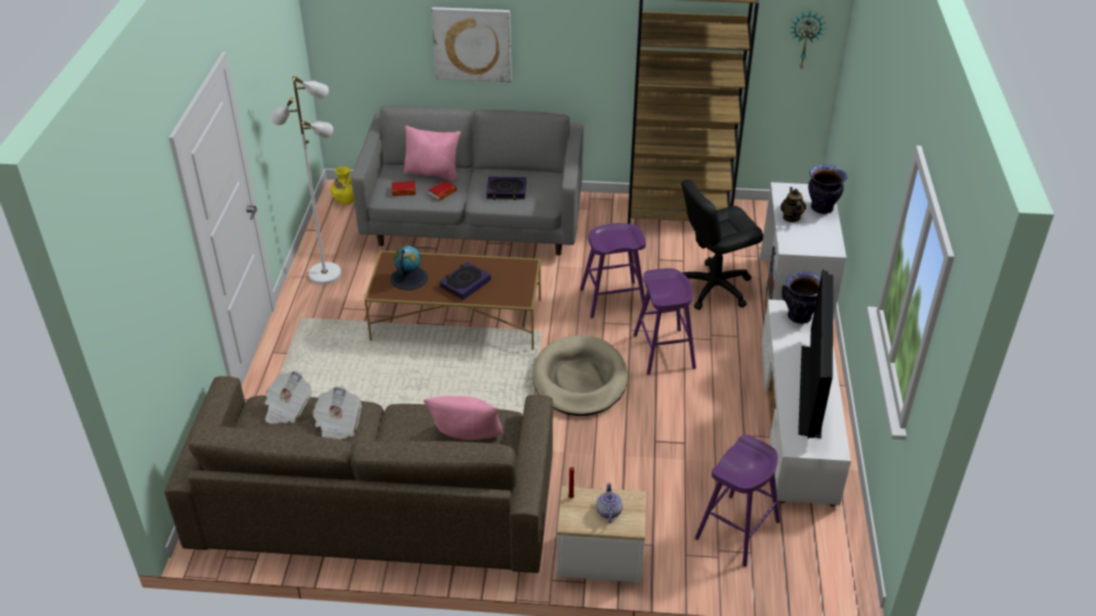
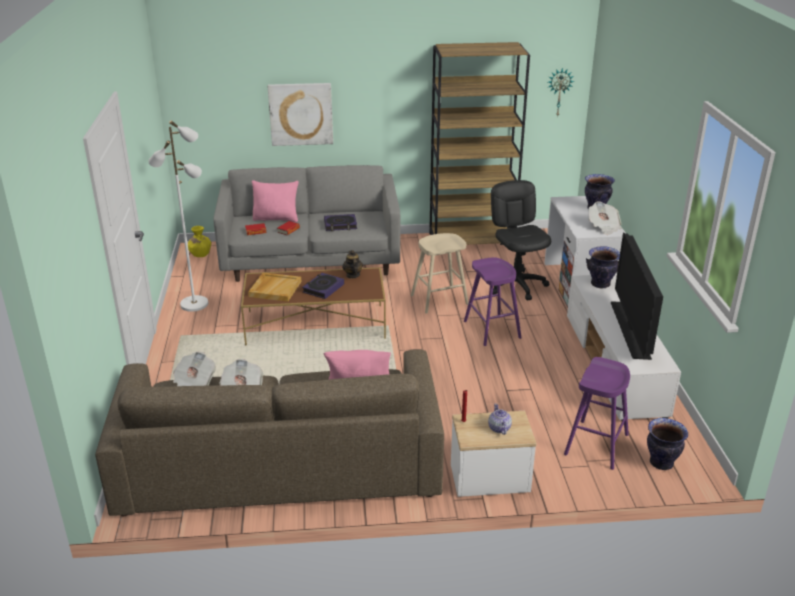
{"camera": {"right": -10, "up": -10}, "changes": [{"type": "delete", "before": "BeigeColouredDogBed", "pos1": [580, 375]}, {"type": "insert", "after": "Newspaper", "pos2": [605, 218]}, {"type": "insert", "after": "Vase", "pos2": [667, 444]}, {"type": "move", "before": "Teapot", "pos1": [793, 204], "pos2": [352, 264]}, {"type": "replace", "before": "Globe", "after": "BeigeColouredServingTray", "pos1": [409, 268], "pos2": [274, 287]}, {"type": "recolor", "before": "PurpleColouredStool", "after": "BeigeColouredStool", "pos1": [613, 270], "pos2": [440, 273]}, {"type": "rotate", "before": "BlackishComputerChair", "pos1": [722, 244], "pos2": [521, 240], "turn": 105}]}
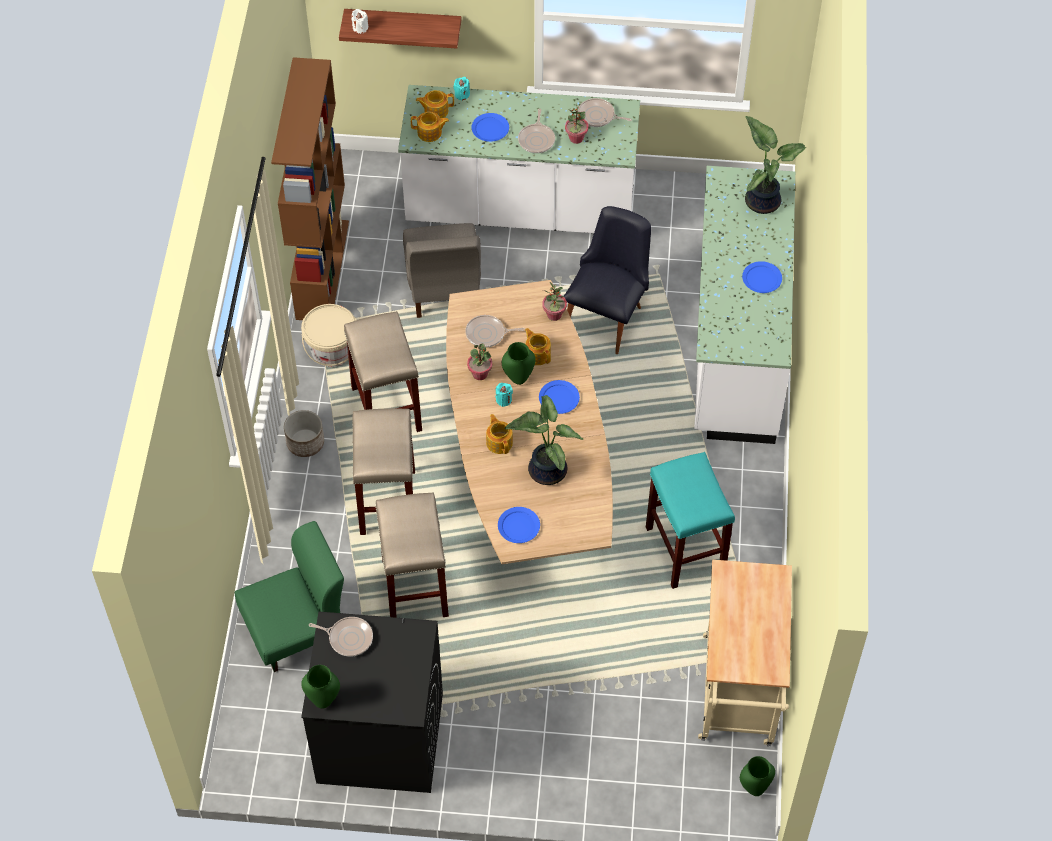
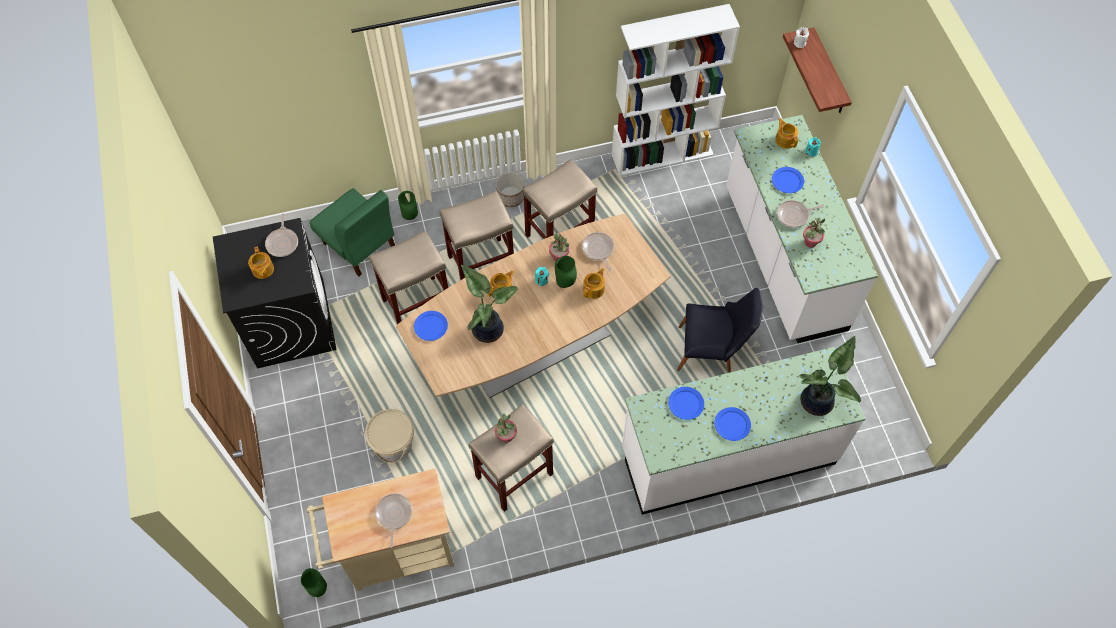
{"camera": {"right": 70, "up": 5}, "changes": [{"type": "delete", "before": "GreyishUprightChair", "pos1": [442, 270]}, {"type": "move", "before": "BeigeColouredWaterBucket", "pos1": [328, 335], "pos2": [389, 436]}, {"type": "move", "before": "GreenColouredVase", "pos1": [320, 687], "pos2": [408, 205]}, {"type": "move", "before": "Teapot", "pos1": [430, 127], "pos2": [261, 262]}, {"type": "move", "before": "BluishPlate", "pos1": [559, 397], "pos2": [686, 403]}, {"type": "move", "before": "PlantInAPot", "pos1": [554, 301], "pos2": [506, 428]}, {"type": "move", "before": "Skillet", "pos1": [605, 112], "pos2": [393, 521]}, {"type": "recolor", "before": "BrownishBookcase", "after": "WhiteBookcase", "pos1": [310, 188], "pos2": [676, 90]}, {"type": "recolor", "before": "TurquoiseStool", "after": "BeigeColouredStool", "pos1": [690, 520], "pos2": [511, 458]}]}
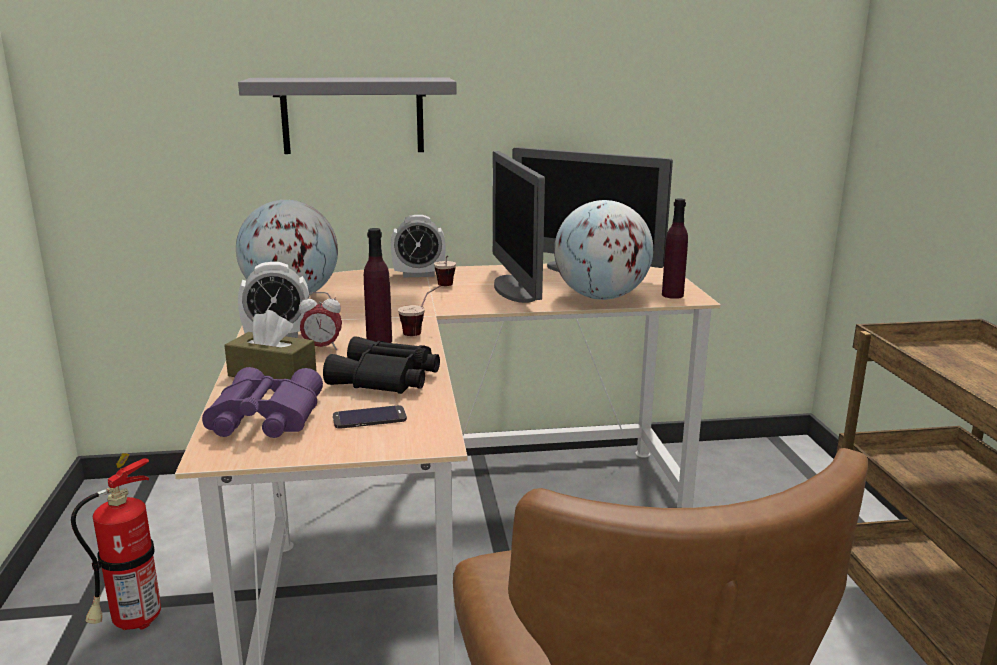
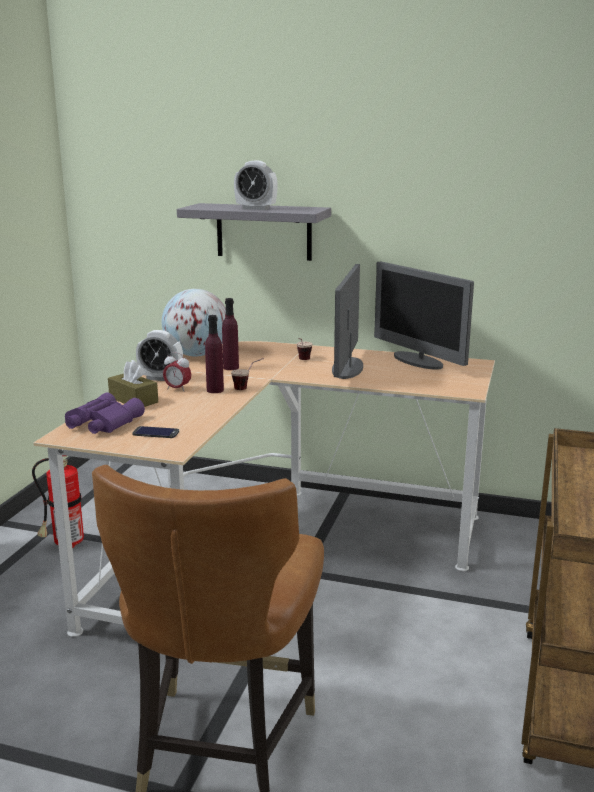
{"camera": {"right": 25, "up": 0}, "changes": [{"type": "delete", "before": "BlackishFieldGlasses", "pos1": [381, 365]}, {"type": "delete", "before": "Globe", "pos1": [603, 250]}, {"type": "move", "before": "BedsideClock", "pos1": [418, 246], "pos2": [256, 185]}, {"type": "move", "before": "PurpleColouredDrinkBottle", "pos1": [675, 249], "pos2": [230, 334]}]}
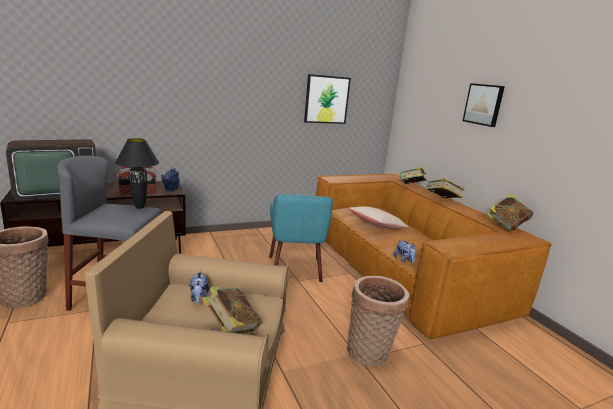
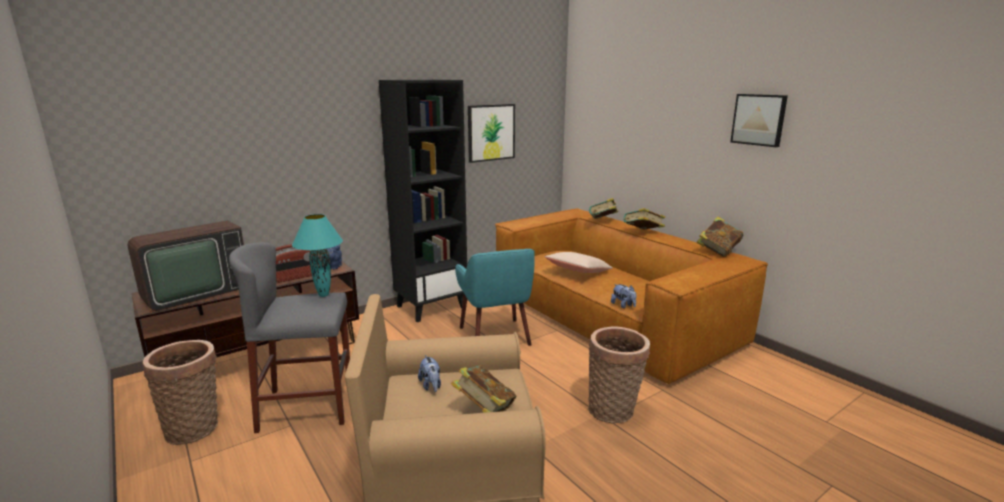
{"camera": {"right": -10, "up": 0}, "changes": [{"type": "insert", "after": "BlackishBookcase", "pos2": [423, 201]}, {"type": "move", "before": "WallPicture", "pos1": [484, 105], "pos2": [759, 120]}, {"type": "recolor", "before": "BlackishLampForATable", "after": "TurquoiseLampForATable", "pos1": [137, 173], "pos2": [317, 255]}]}
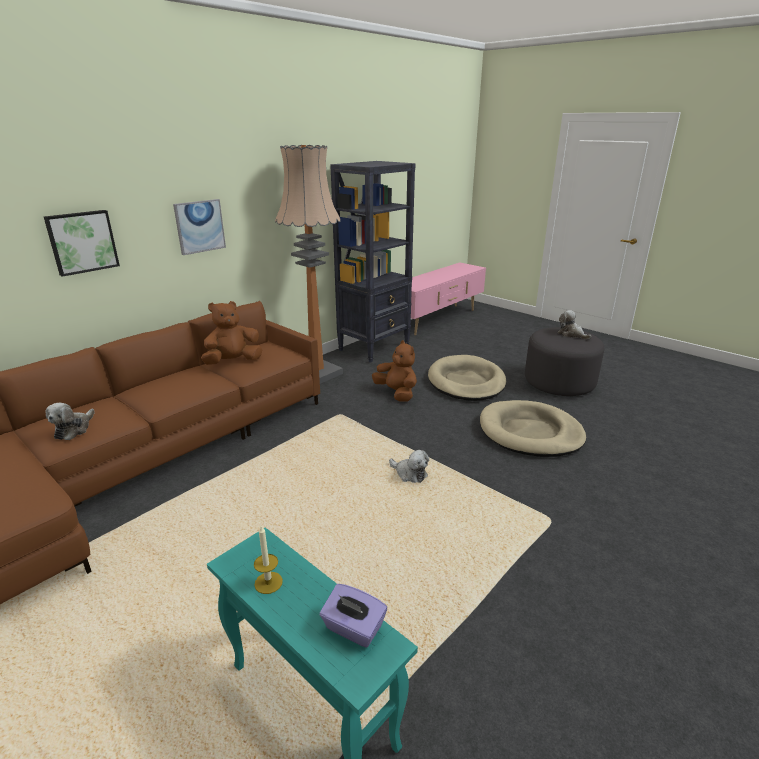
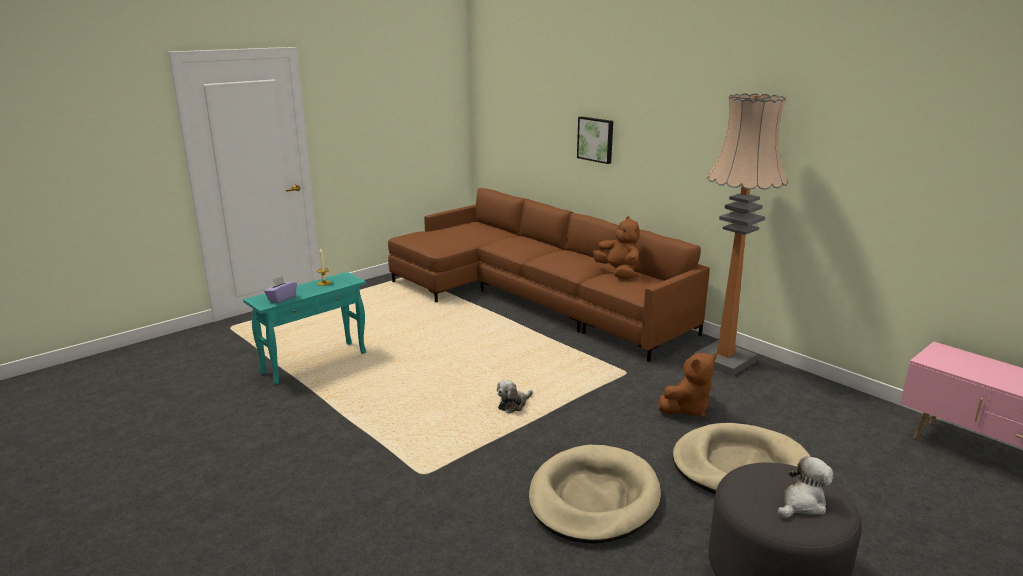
{"camera": {"right": 95, "up": -5}, "changes": [{"type": "delete", "before": "SoftToy", "pos1": [70, 421]}, {"type": "delete", "before": "WallPicture", "pos1": [199, 227]}, {"type": "delete", "before": "BlackishBookcase", "pos1": [373, 262]}]}
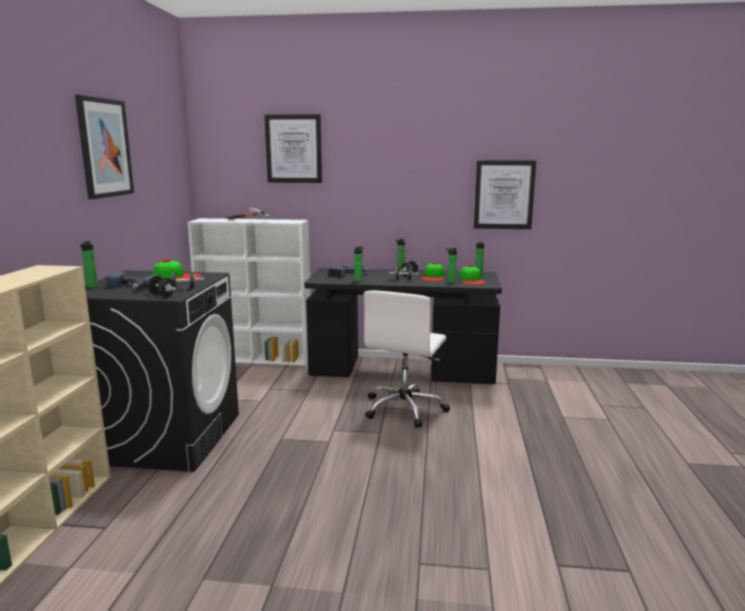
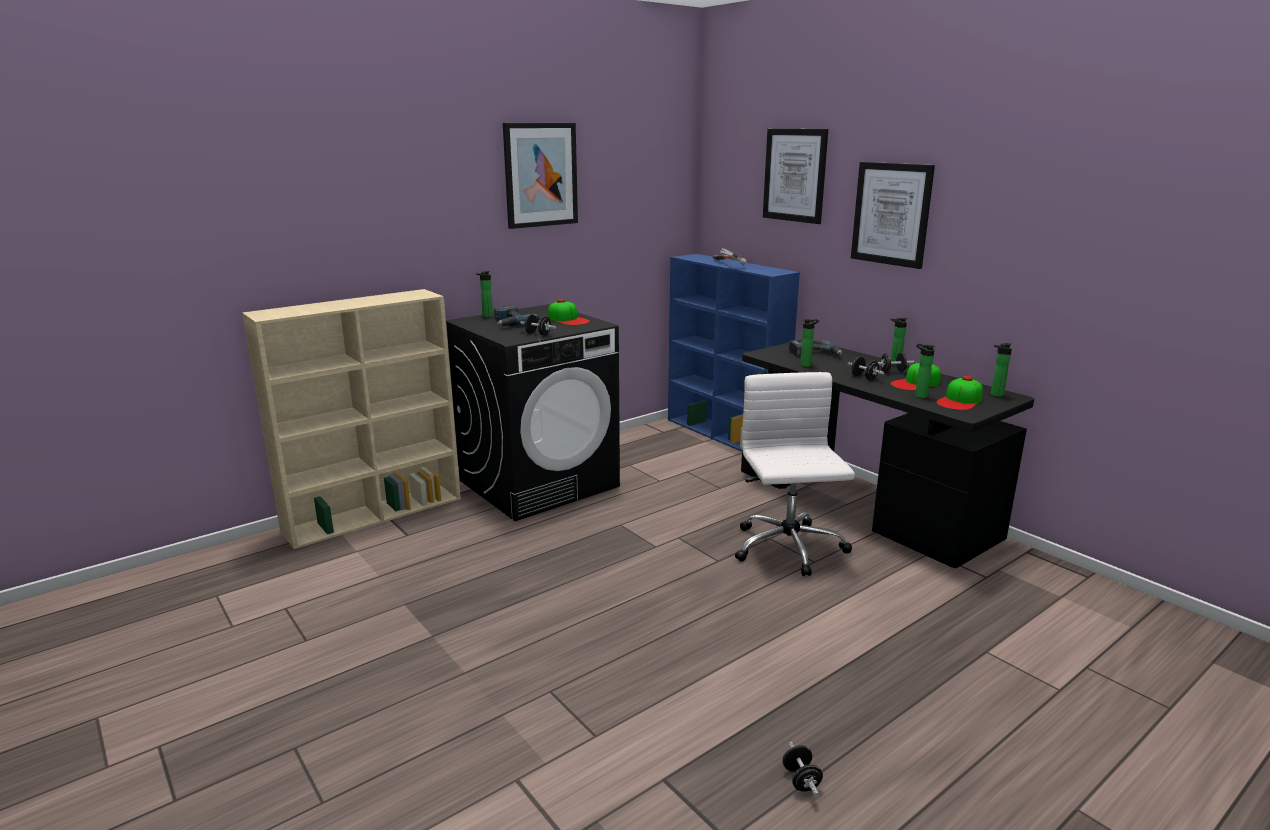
{"camera": {"right": 45, "up": 5}, "changes": [{"type": "move", "before": "BlackishFreeWeight", "pos1": [161, 286], "pos2": [803, 769]}, {"type": "move", "before": "WallPicture", "pos1": [505, 194], "pos2": [893, 215]}, {"type": "recolor", "before": "WhiteBookcase", "after": "BluishBookcase", "pos1": [249, 292], "pos2": [734, 353]}, {"type": "rotate", "before": "WhiteComputerChair", "pos1": [407, 359], "pos2": [795, 474], "turn": 105}]}
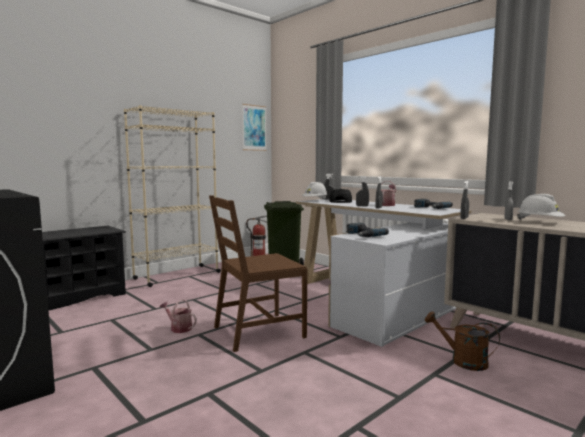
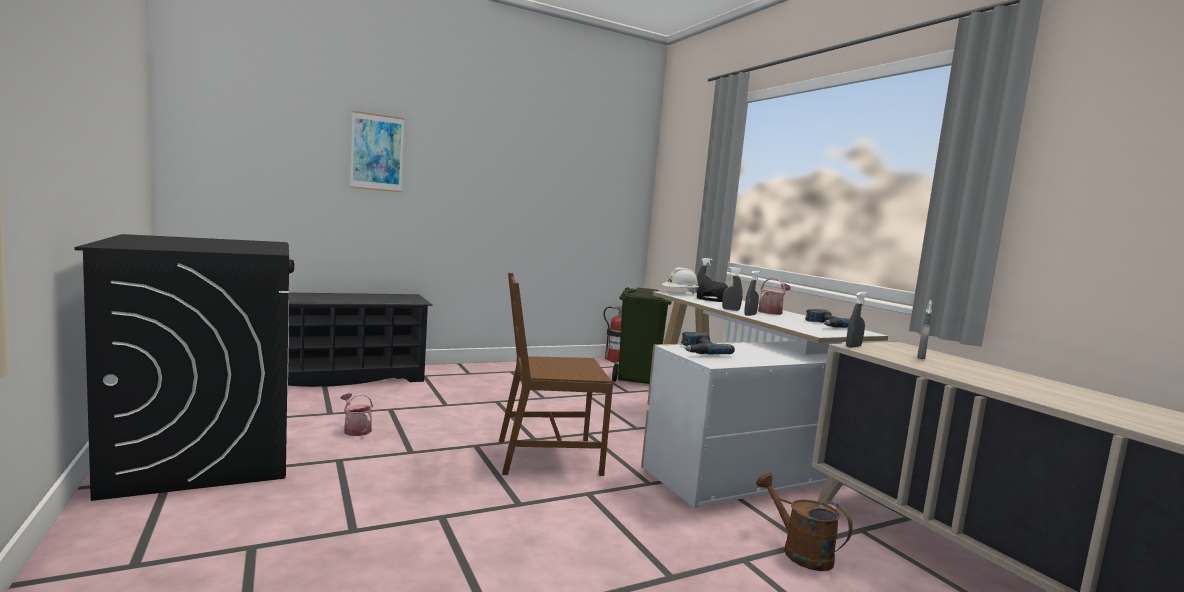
{"camera": {"right": 15, "up": 0}, "changes": [{"type": "delete", "before": "BeigeColouredBookcase", "pos1": [172, 196]}, {"type": "delete", "before": "WhiteSafetyHelmet", "pos1": [541, 207]}, {"type": "move", "before": "WateringCan", "pos1": [178, 316], "pos2": [357, 414]}, {"type": "move", "before": "WallPicture", "pos1": [254, 127], "pos2": [377, 151]}]}
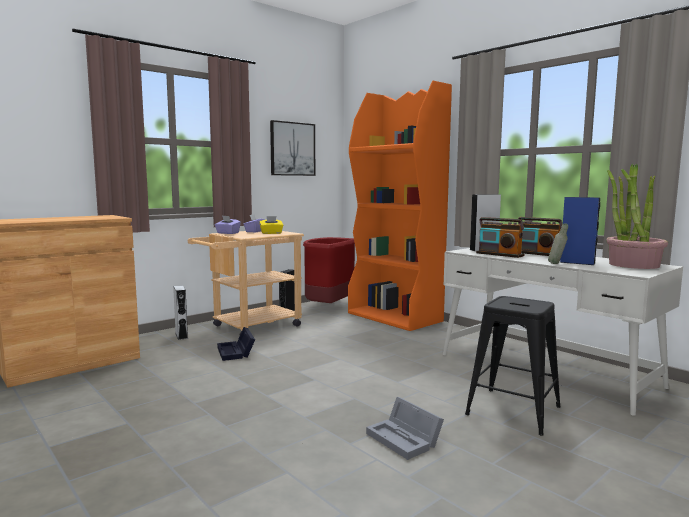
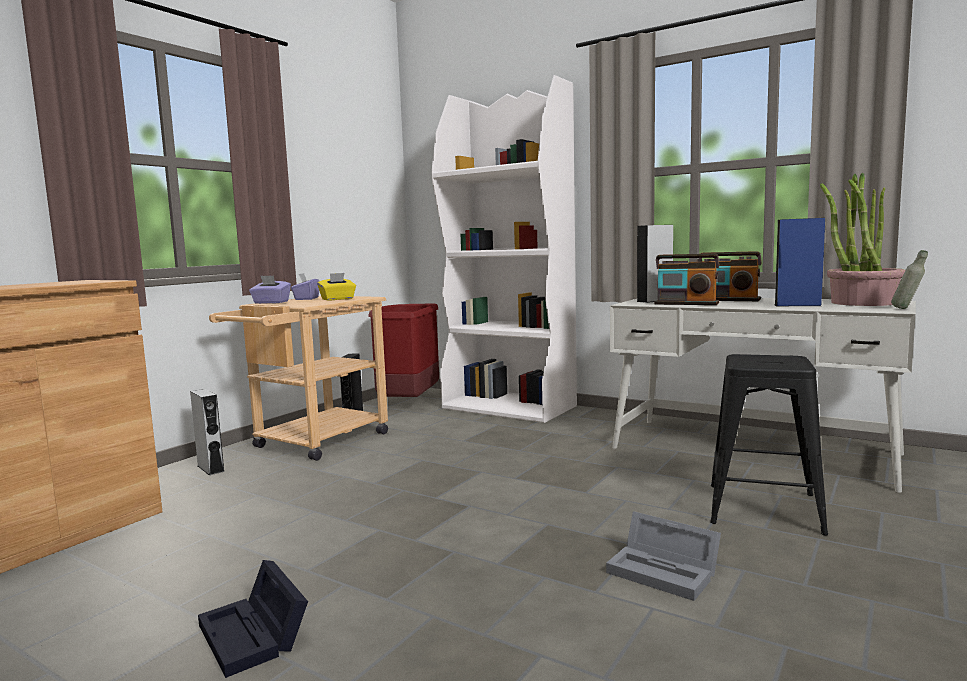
{"camera": {"right": -15, "up": 0}, "changes": [{"type": "delete", "before": "WallPicture", "pos1": [292, 148]}, {"type": "move", "before": "BlackishStorageBin", "pos1": [236, 344], "pos2": [253, 619]}, {"type": "move", "before": "GreyishDrinkBottle", "pos1": [558, 243], "pos2": [909, 279]}, {"type": "recolor", "before": "OrangeyBookcase", "after": "WhiteBookcase", "pos1": [400, 206], "pos2": [504, 249]}]}
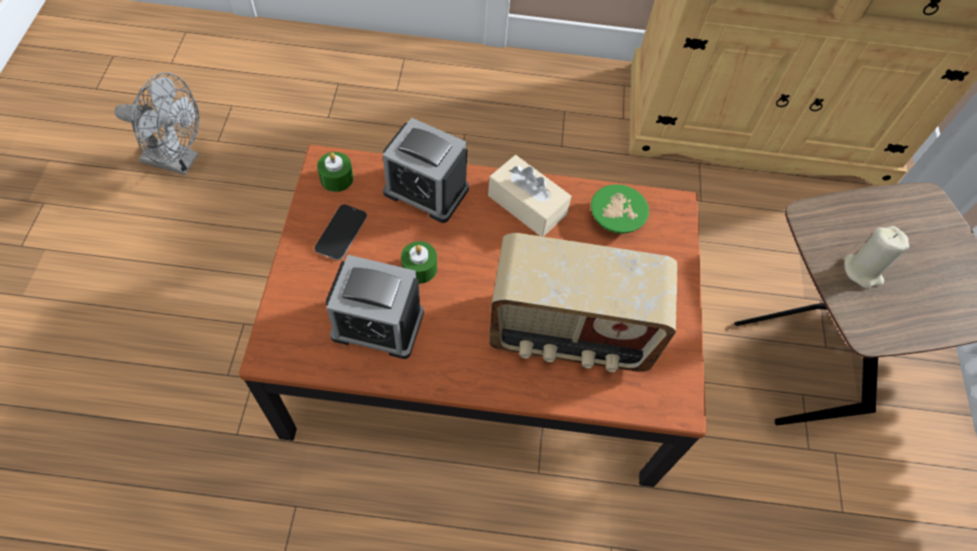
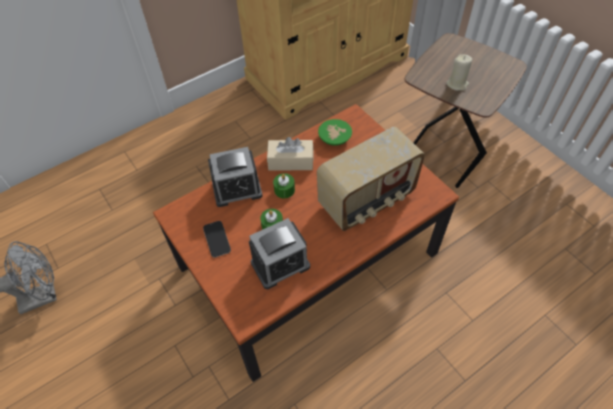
{"camera": {"right": -35, "up": -5}, "changes": [{"type": "move", "before": "GreenColouredCandle", "pos1": [335, 172], "pos2": [284, 185]}]}
